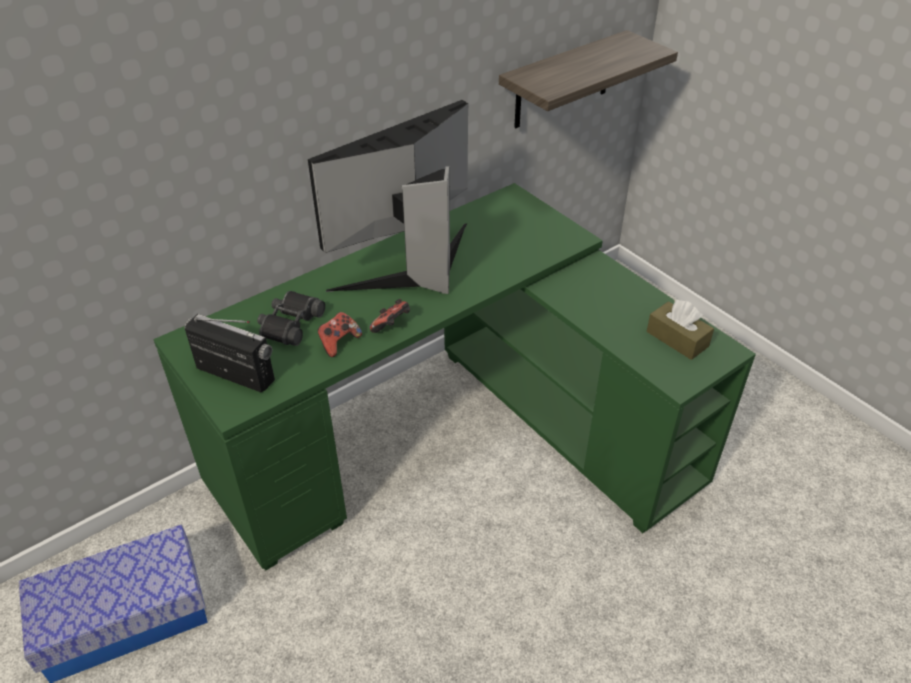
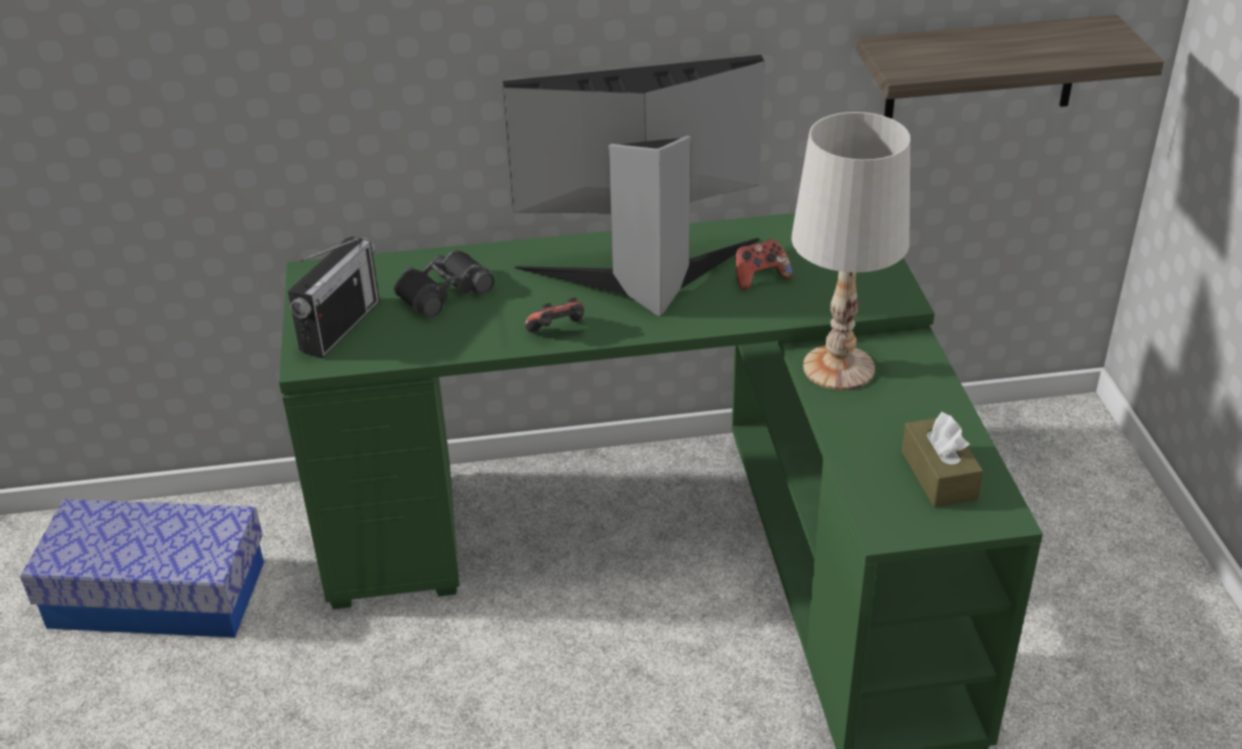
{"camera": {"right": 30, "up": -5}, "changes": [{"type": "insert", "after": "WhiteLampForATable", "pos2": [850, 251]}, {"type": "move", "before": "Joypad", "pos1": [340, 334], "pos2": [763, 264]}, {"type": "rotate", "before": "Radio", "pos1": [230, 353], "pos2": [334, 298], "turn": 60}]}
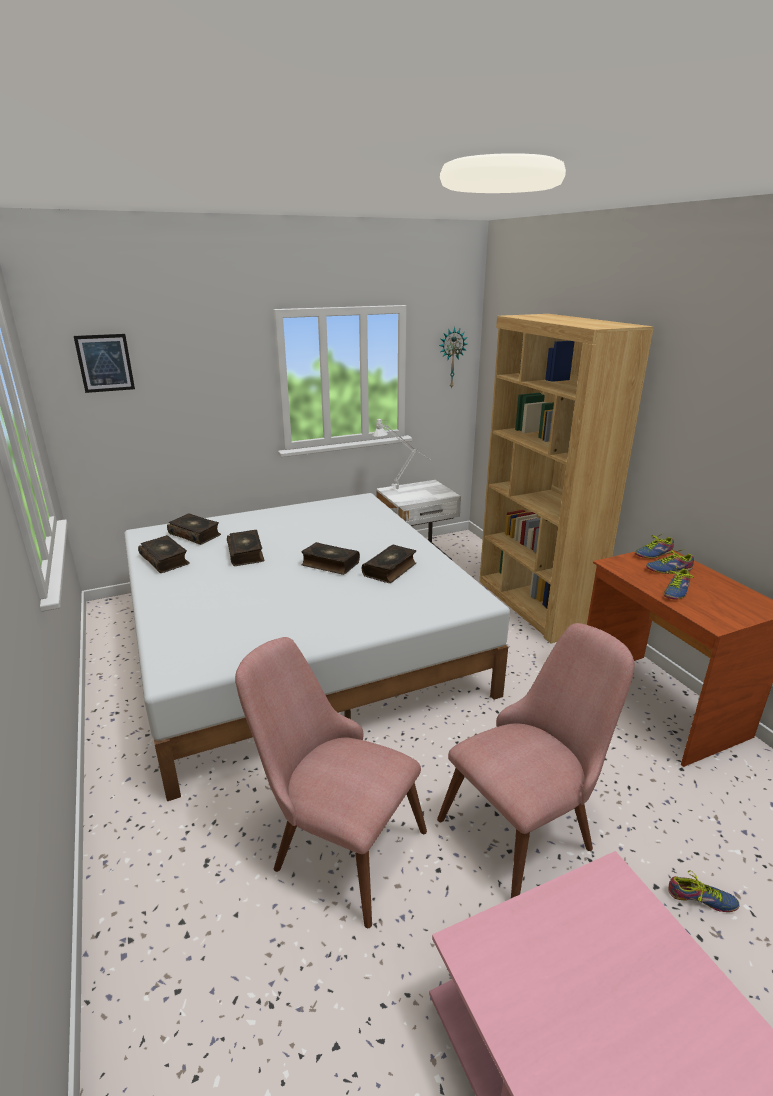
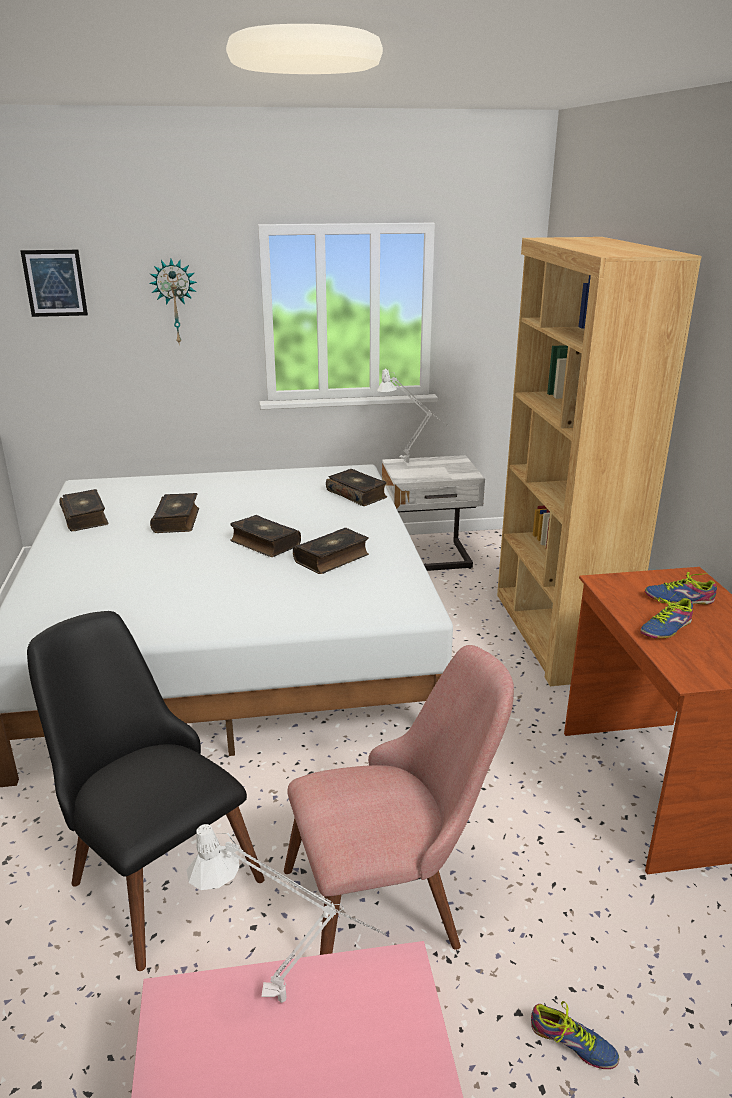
{"camera": {"right": 15, "up": 0}, "changes": [{"type": "delete", "before": "ItemOfFootwear", "pos1": [654, 546]}, {"type": "insert", "after": "WhiteLampForATable", "pos2": [287, 913]}, {"type": "move", "before": "BoundBook", "pos1": [194, 529], "pos2": [356, 487]}, {"type": "move", "before": "WallClock", "pos1": [453, 358], "pos2": [173, 301]}, {"type": "recolor", "before": "PinkUprightChair", "after": "BlackishUprightChair", "pos1": [331, 782], "pos2": [146, 791]}]}
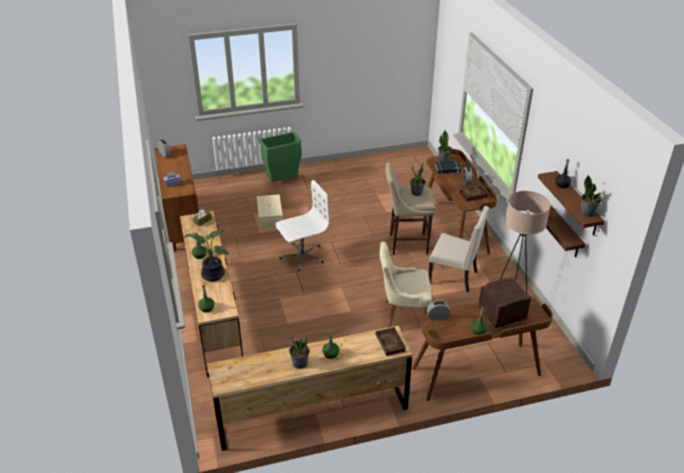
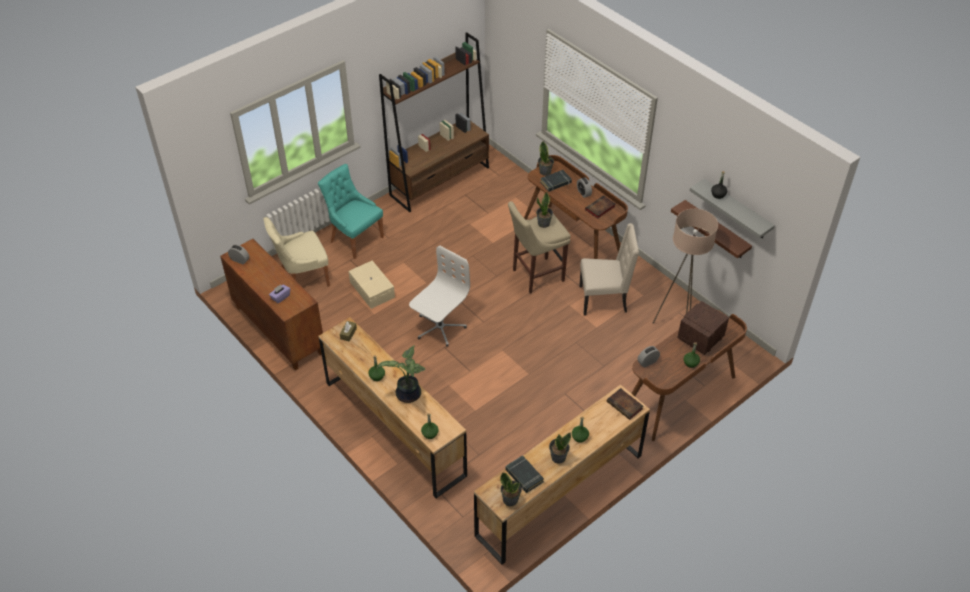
{"camera": {"right": -25, "up": 10}, "changes": [{"type": "insert", "after": "BrownishBookcase", "pos2": [434, 122]}, {"type": "insert", "after": "BlackishBoundBook", "pos2": [525, 474]}, {"type": "move", "before": "BeigeColouredUprightChair", "pos1": [405, 284], "pos2": [296, 252]}, {"type": "move", "before": "PlantInAPot", "pos1": [590, 196], "pos2": [511, 489]}, {"type": "replace", "before": "GreenColouredWasteBin", "after": "TurquoiseUprightChair", "pos1": [281, 157], "pos2": [351, 211]}, {"type": "recolor", "before": "BrownishShelf", "after": "GreyishShelf", "pos1": [571, 203], "pos2": [732, 209]}]}
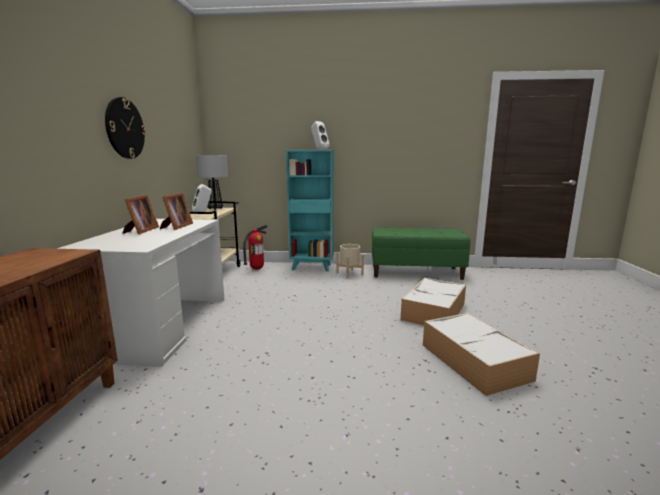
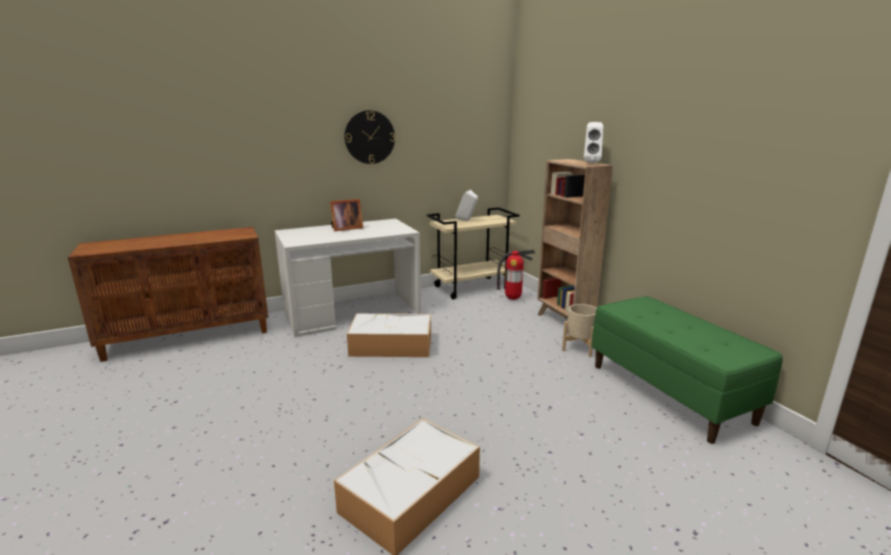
{"camera": {"right": 60, "up": 5}, "changes": [{"type": "delete", "before": "StandingFrame", "pos1": [176, 211]}, {"type": "delete", "before": "LampForATable", "pos1": [212, 182]}, {"type": "move", "before": "StorageBin", "pos1": [433, 302], "pos2": [389, 335]}, {"type": "recolor", "before": "TurquoiseBookcase", "after": "BrownishBookcase", "pos1": [310, 210], "pos2": [575, 240]}]}
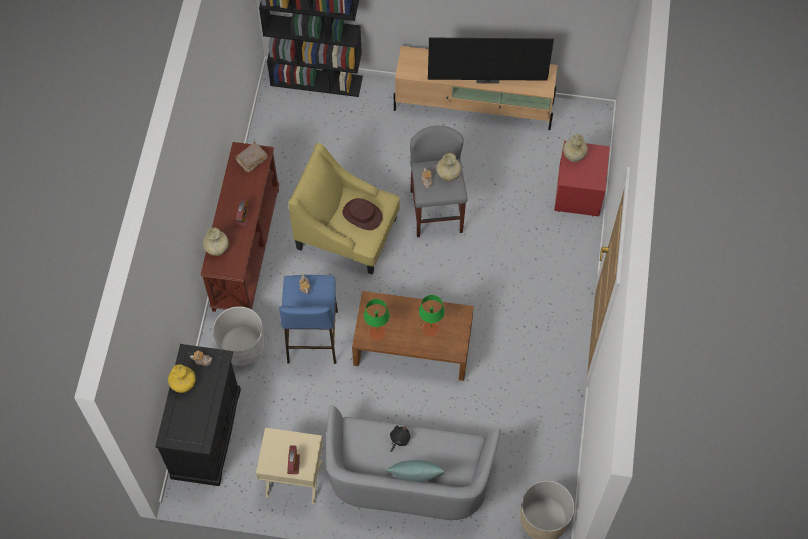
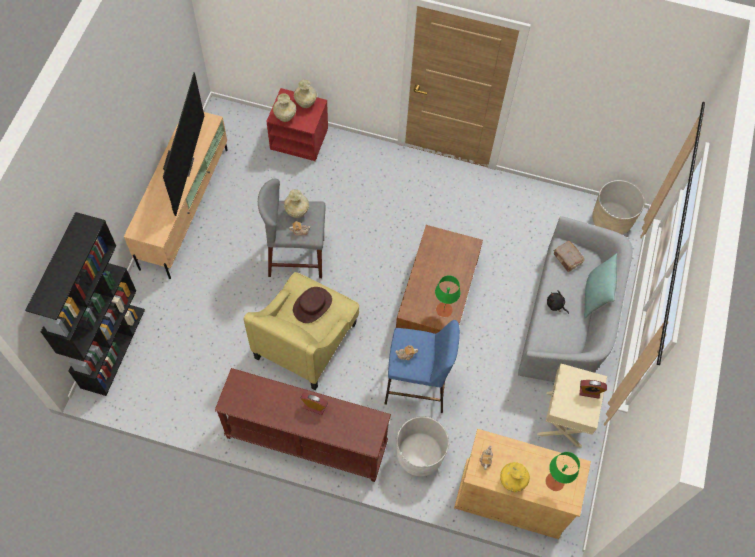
{"camera": {"right": -85, "up": 0}, "changes": [{"type": "move", "before": "BeigeColouredVase", "pos1": [216, 242], "pos2": [305, 94]}, {"type": "move", "before": "BrownishBoundBook", "pos1": [251, 157], "pos2": [569, 256]}, {"type": "move", "before": "GreenColouredLampForATable", "pos1": [432, 315], "pos2": [562, 471]}, {"type": "recolor", "before": "BlackishCupboard", "after": "BeigeColouredCupboard", "pos1": [198, 415], "pos2": [522, 484]}]}
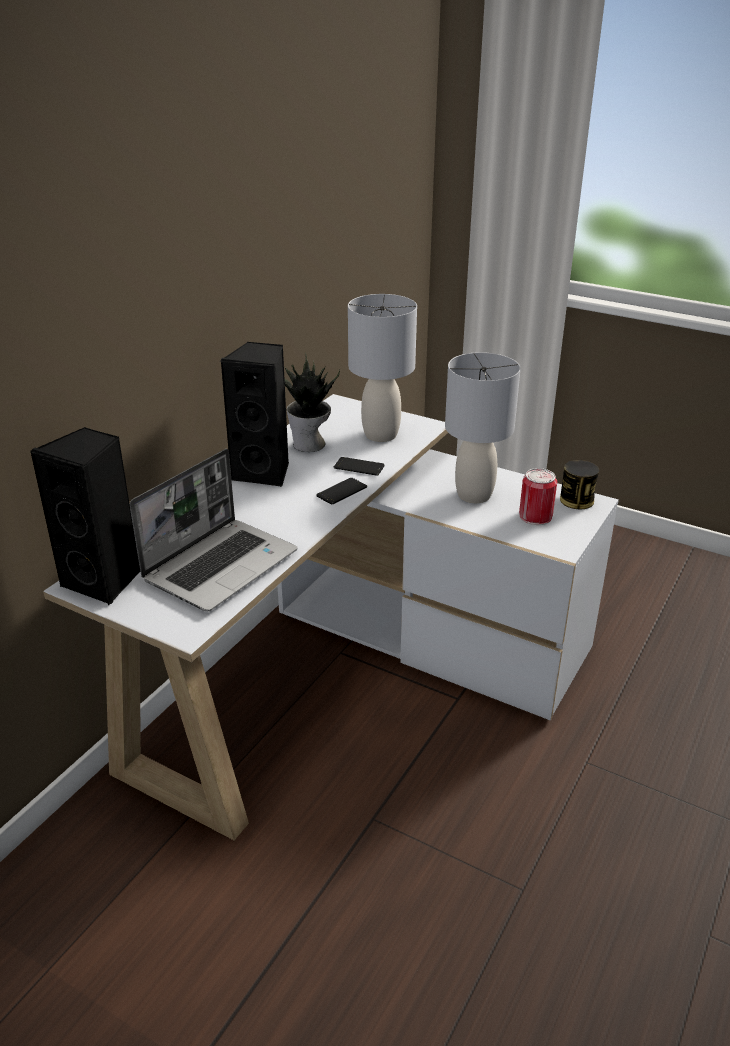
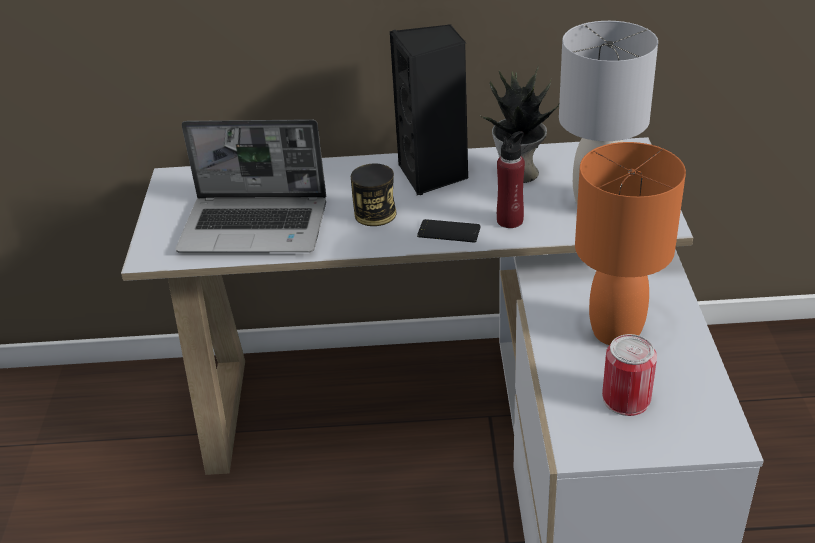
{"camera": {"right": 60, "up": 5}, "changes": [{"type": "delete", "before": "BlackishLoudspeaker", "pos1": [85, 516]}, {"type": "move", "before": "MetalCan", "pos1": [579, 484], "pos2": [374, 195]}, {"type": "replace", "before": "Phone", "after": "RedDrinkBottle", "pos1": [359, 466], "pos2": [511, 179]}, {"type": "recolor", "before": "GreyishLampForATable", "after": "OrangeyLampForATable", "pos1": [483, 427], "pos2": [630, 243]}]}
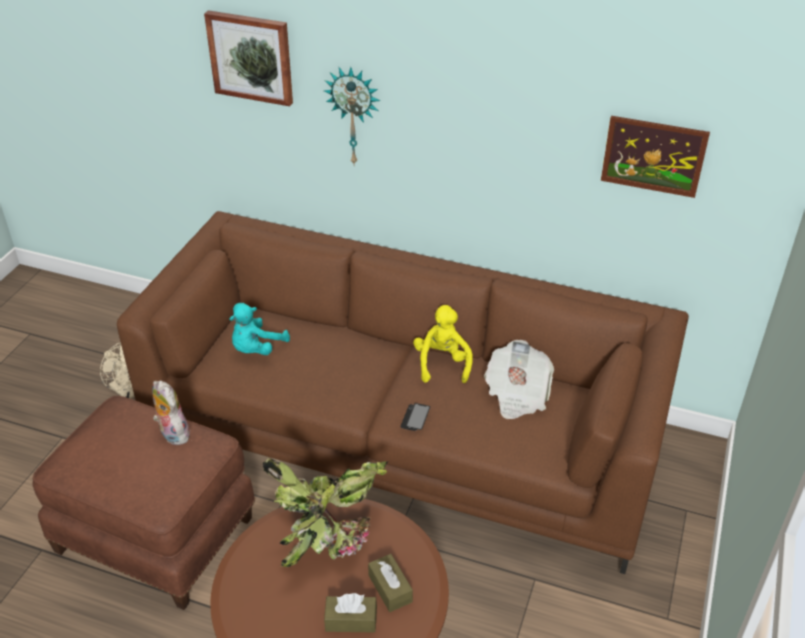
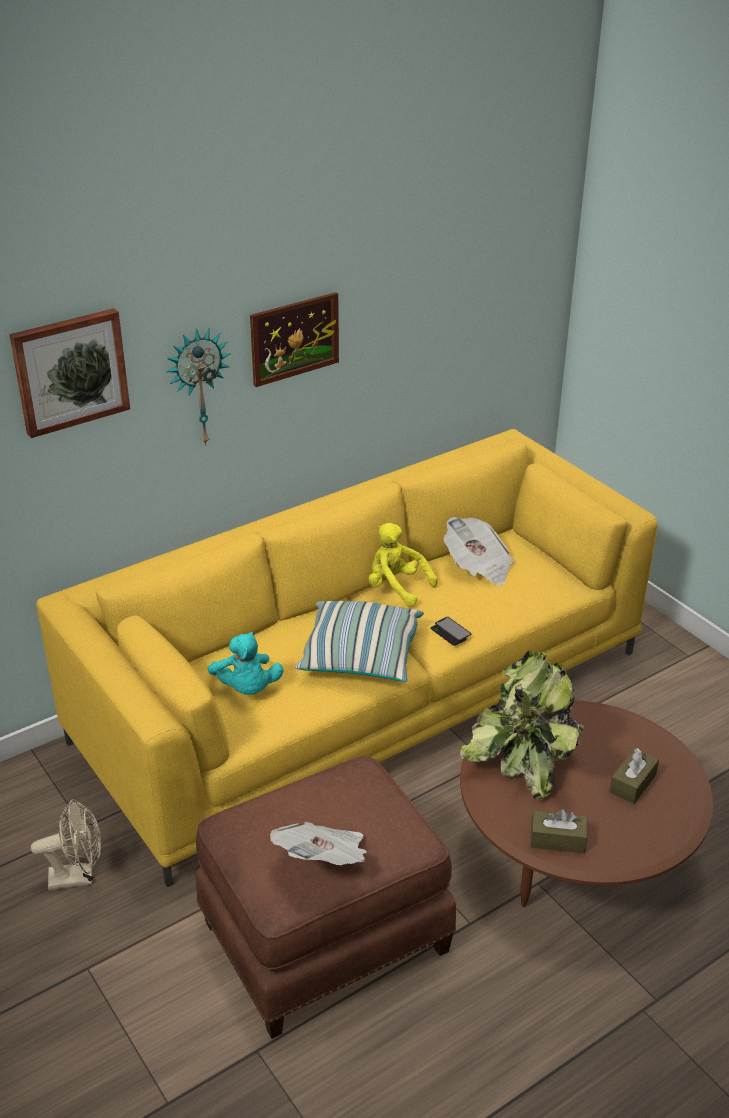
{"camera": {"right": -55, "up": -5}, "changes": [{"type": "delete", "before": "SoftToy", "pos1": [171, 412]}, {"type": "insert", "after": "Newspaper", "pos2": [318, 843]}, {"type": "insert", "after": "ThrowPillow", "pos2": [359, 641]}, {"type": "move", "before": "BrownishTissueHolder", "pos1": [390, 583], "pos2": [558, 831]}, {"type": "move", "before": "WallPicture", "pos1": [655, 157], "pos2": [294, 339]}, {"type": "recolor", "before": "BrownishSettee", "after": "YellowishSettee", "pos1": [403, 392], "pos2": [347, 658]}]}
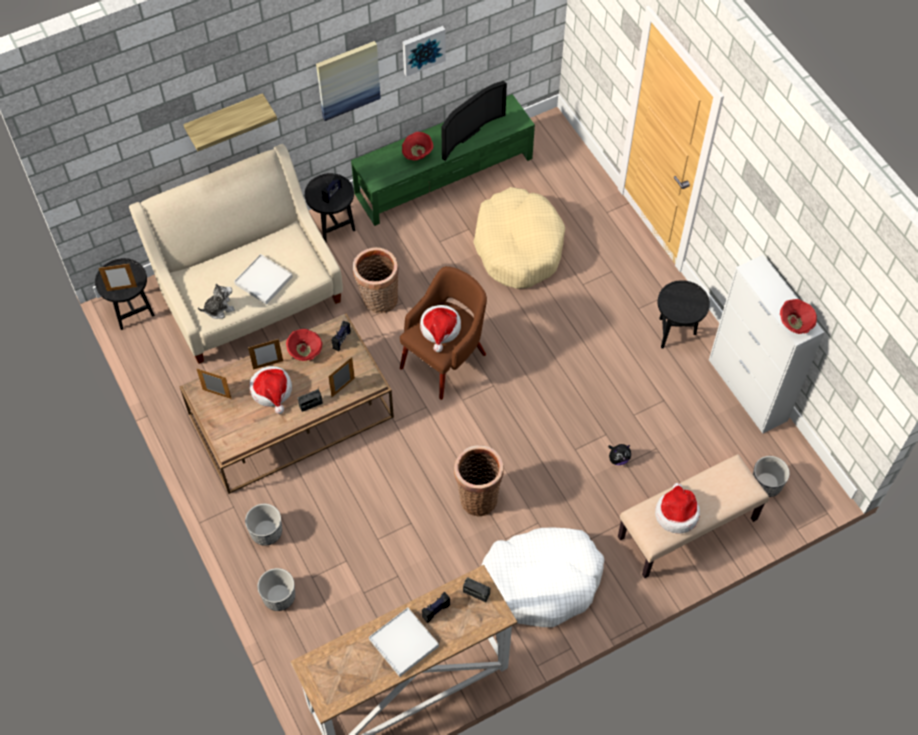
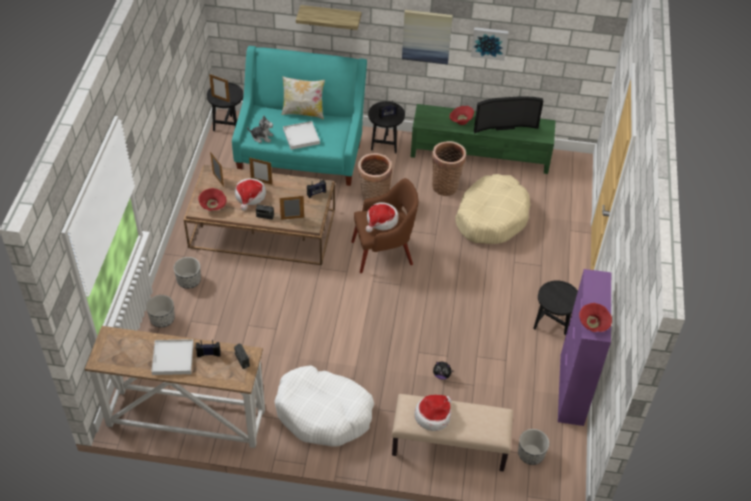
{"camera": {"right": 35, "up": -10}, "changes": [{"type": "insert", "after": "ThrowPillow", "pos2": [303, 97]}, {"type": "move", "before": "RedBowl", "pos1": [304, 345], "pos2": [212, 199]}, {"type": "move", "before": "StorageBasket", "pos1": [479, 480], "pos2": [449, 168]}, {"type": "recolor", "before": "BeigeColouredSettee", "after": "TurquoiseSettee", "pos1": [236, 254], "pos2": [299, 116]}, {"type": "recolor", "before": "WhiteCupboard", "after": "PurpleColouredCupboard", "pos1": [767, 344], "pos2": [584, 347]}]}
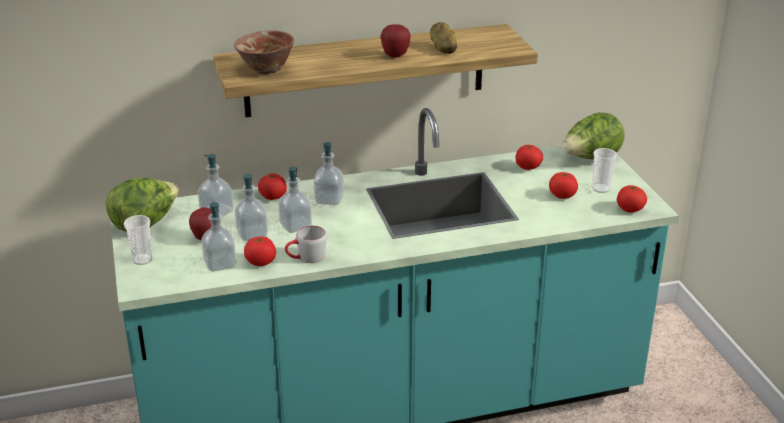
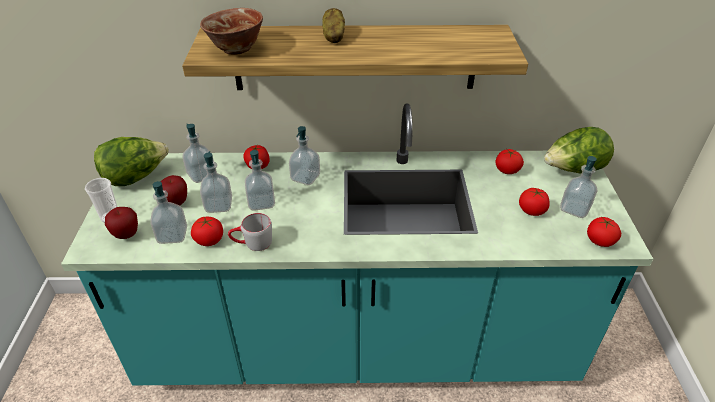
{"camera": {"right": 15, "up": 10}, "changes": [{"type": "move", "before": "Apple", "pos1": [396, 41], "pos2": [121, 223]}, {"type": "move", "before": "Spud", "pos1": [443, 38], "pos2": [333, 25]}, {"type": "replace", "before": "DrinkingCup", "after": "LiquidSoapBottle", "pos1": [604, 170], "pos2": [578, 187]}]}
